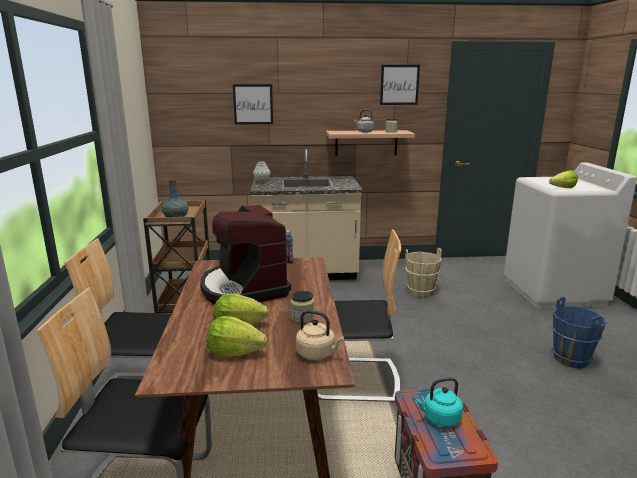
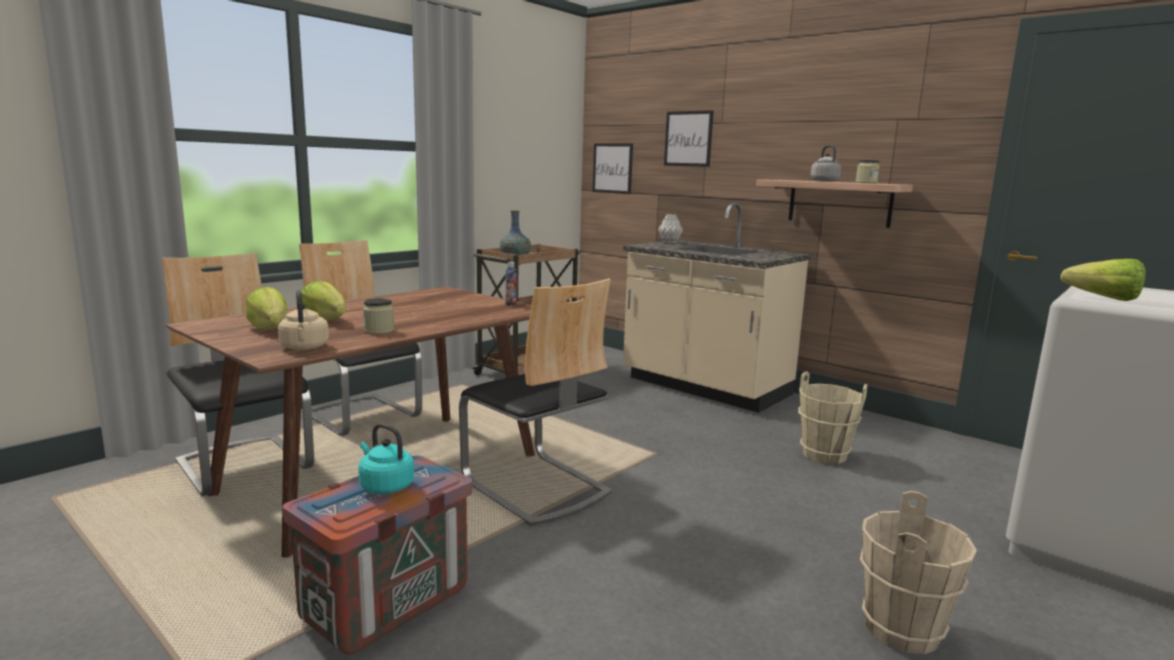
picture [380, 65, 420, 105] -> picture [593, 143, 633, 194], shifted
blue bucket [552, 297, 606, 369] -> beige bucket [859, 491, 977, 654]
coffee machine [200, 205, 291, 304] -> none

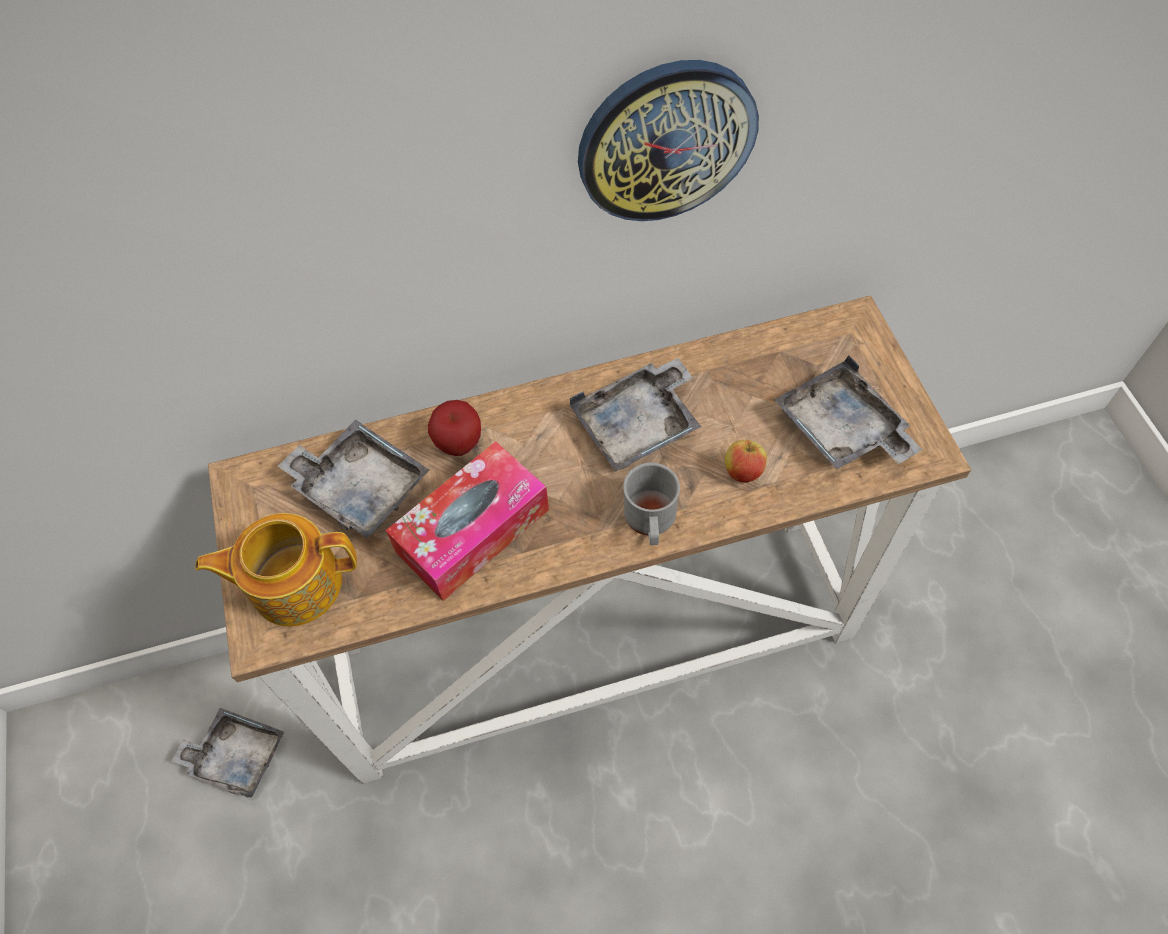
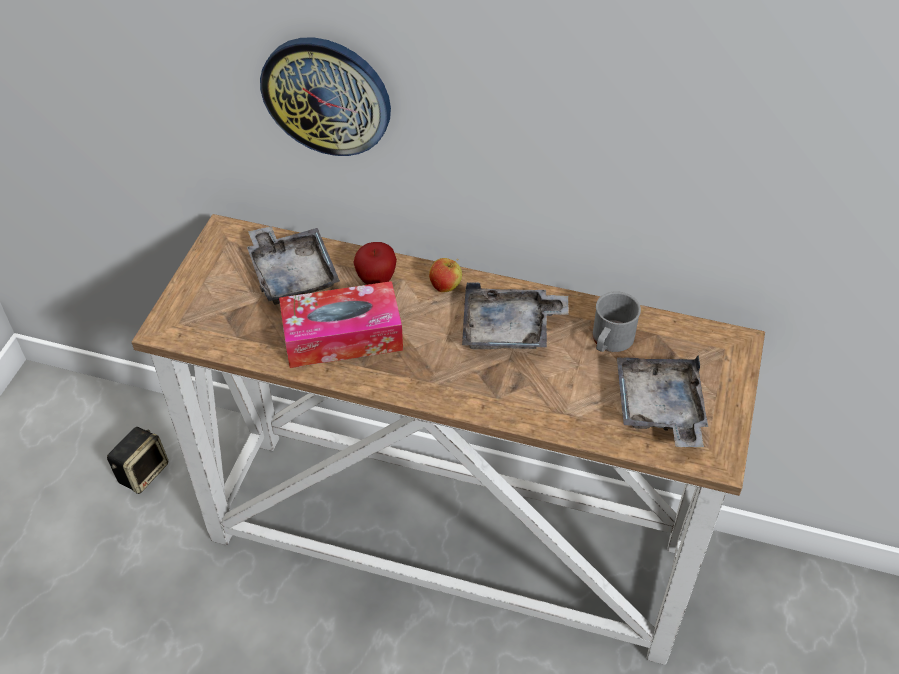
grey tray [171, 708, 284, 798] -> speaker [107, 427, 168, 494]
wall clock [578, 60, 759, 221] -> wall clock [260, 38, 391, 156], shifted
apple [725, 436, 767, 483] -> apple [429, 258, 462, 292], shifted
grey mug [623, 463, 680, 545] -> grey mug [593, 291, 641, 352], shifted
teapot [195, 513, 357, 626] -> none

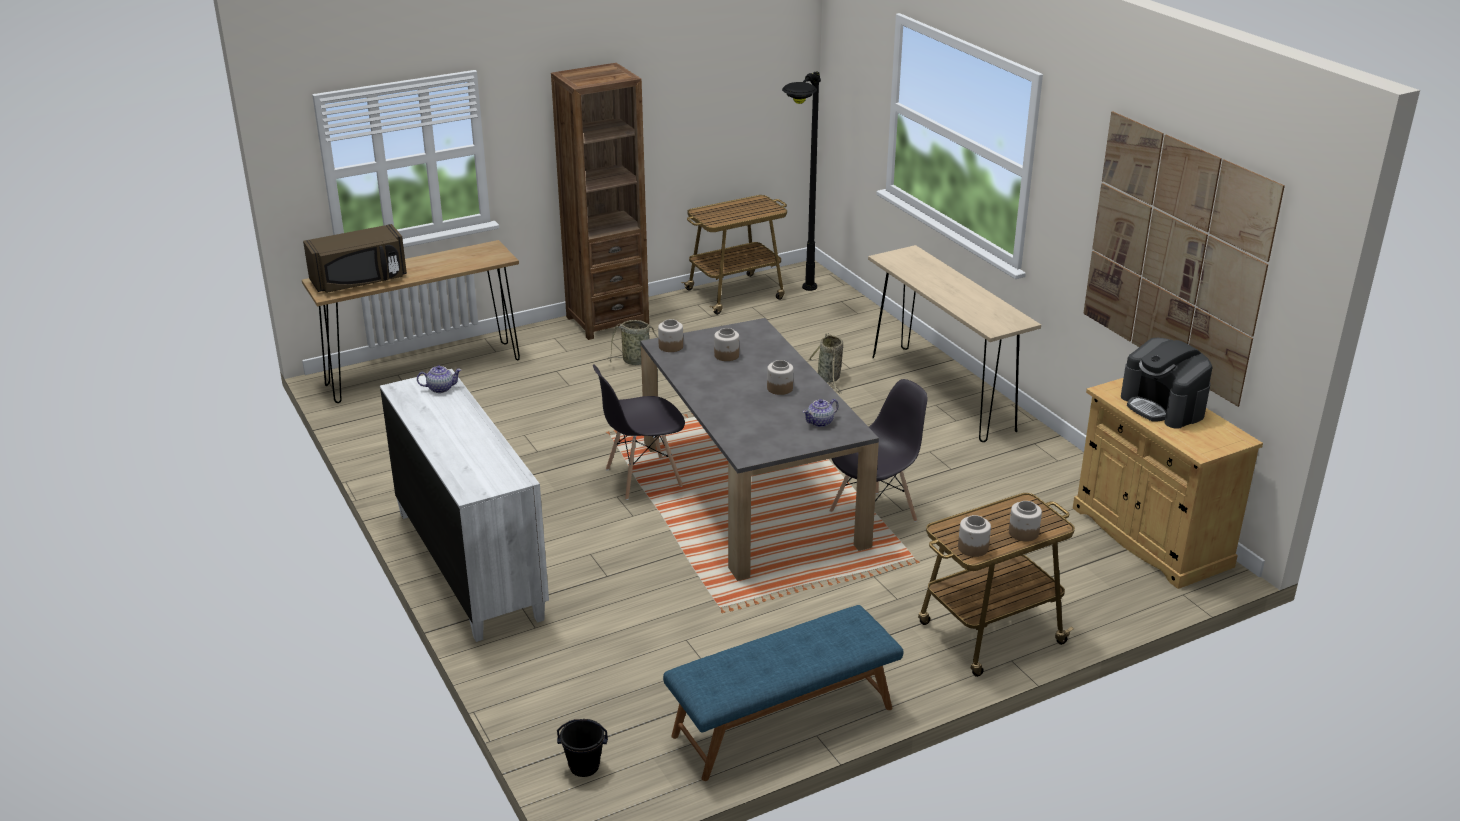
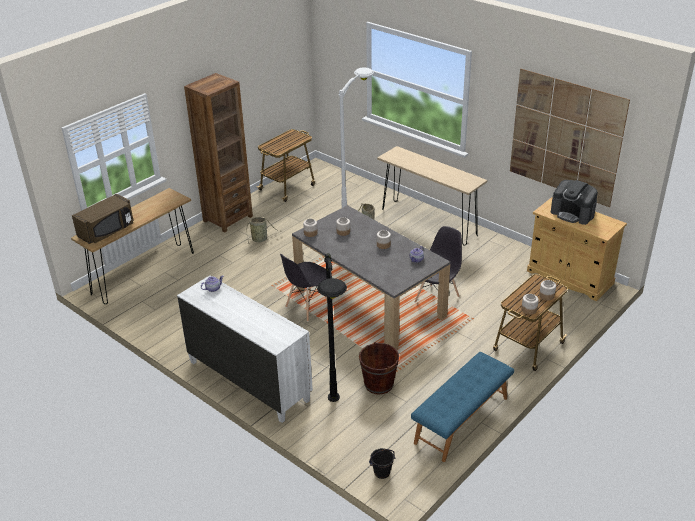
black floor lamp [782, 72, 821, 291] -> black floor lamp [317, 253, 347, 402], shifted
none -> white floor lamp [339, 68, 374, 208]
none -> brown bucket [359, 342, 399, 395]

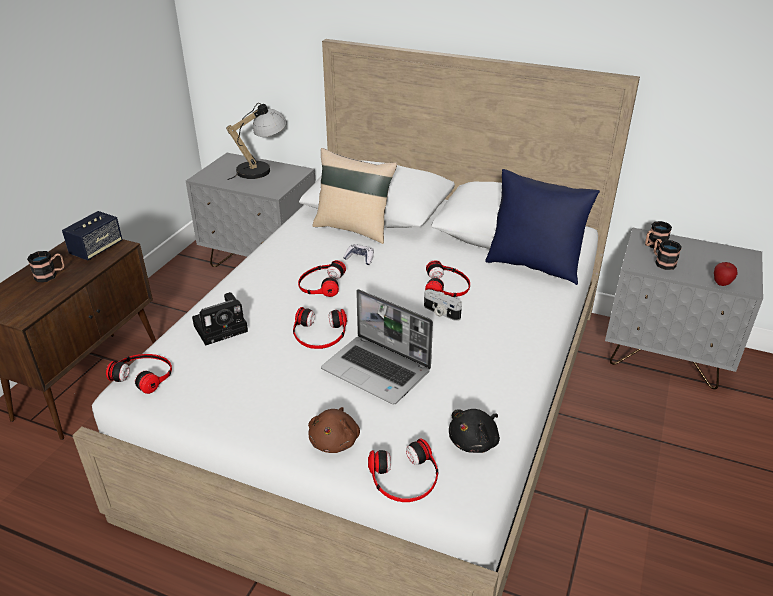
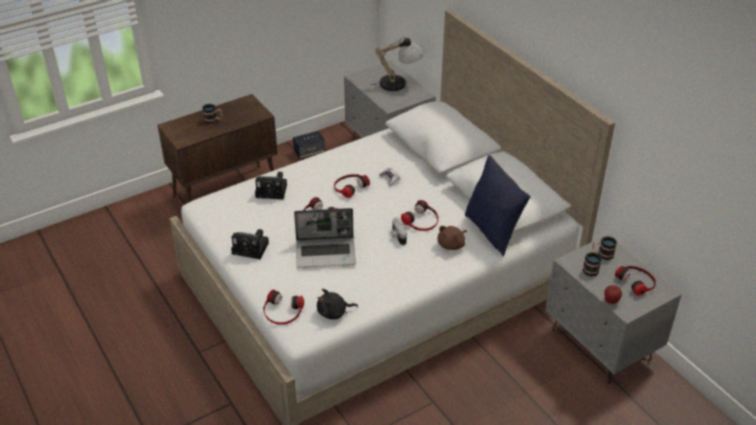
none -> photo camera [231, 229, 269, 259]
speaker [62, 211, 123, 260] -> speaker [293, 131, 325, 159], shifted
laptop [321, 289, 433, 404] -> laptop [294, 208, 356, 268], 75 degrees counterclockwise
brown plush toy [308, 407, 360, 453] -> brown plush toy [437, 226, 467, 250], shifted
headphones [106, 354, 172, 394] -> headphones [615, 266, 656, 296], shifted
beige pillow [312, 148, 397, 244] -> none

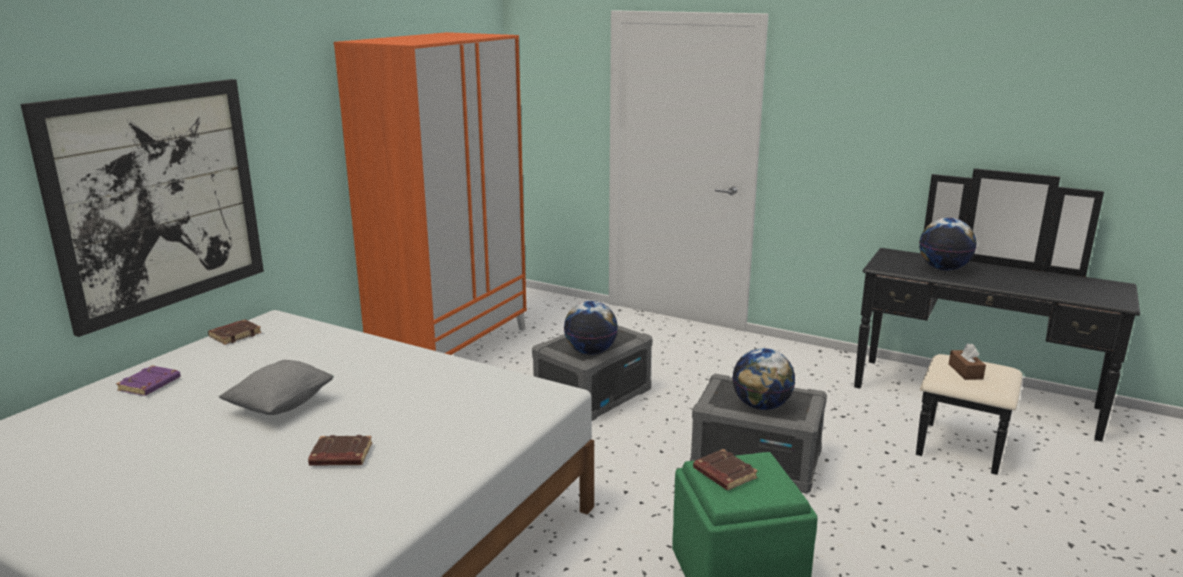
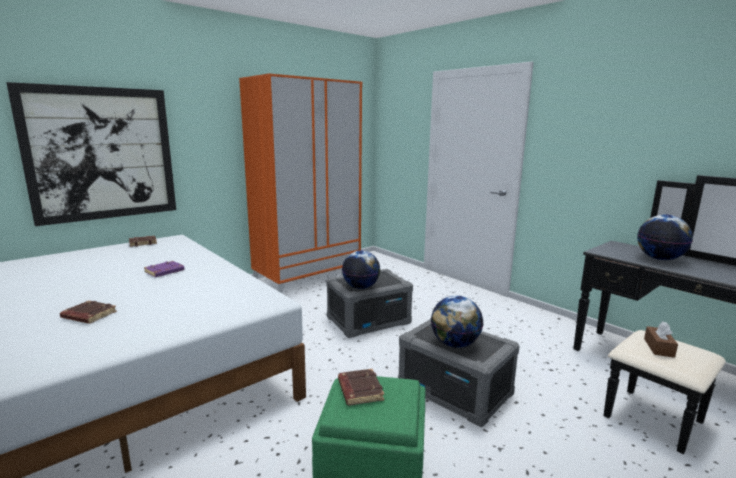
purple book [116, 365, 181, 396] -> purple book [144, 261, 185, 277], shifted
grey pillow [219, 360, 334, 415] -> none

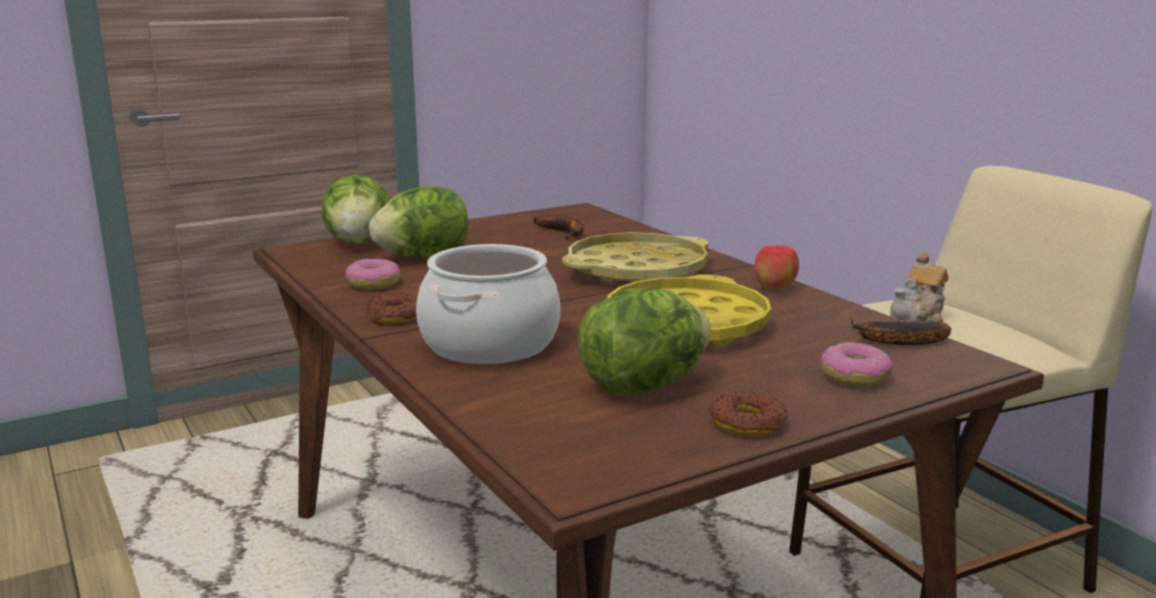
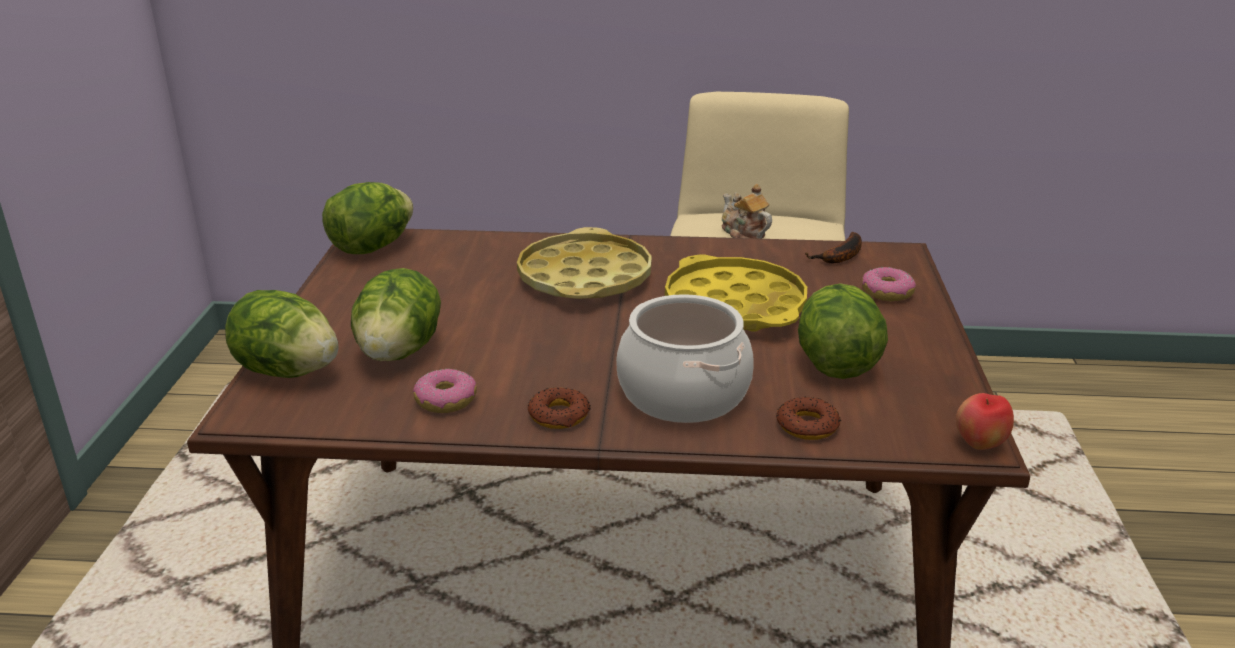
none -> lettuce [322, 182, 413, 254]
teapot [890, 252, 949, 322] -> teapot [722, 184, 772, 239], 150 degrees clockwise
donut [709, 392, 787, 437] -> donut [776, 397, 841, 440], shifted
apple [754, 245, 799, 291] -> apple [956, 393, 1014, 450], shifted
banana [533, 215, 584, 240] -> none

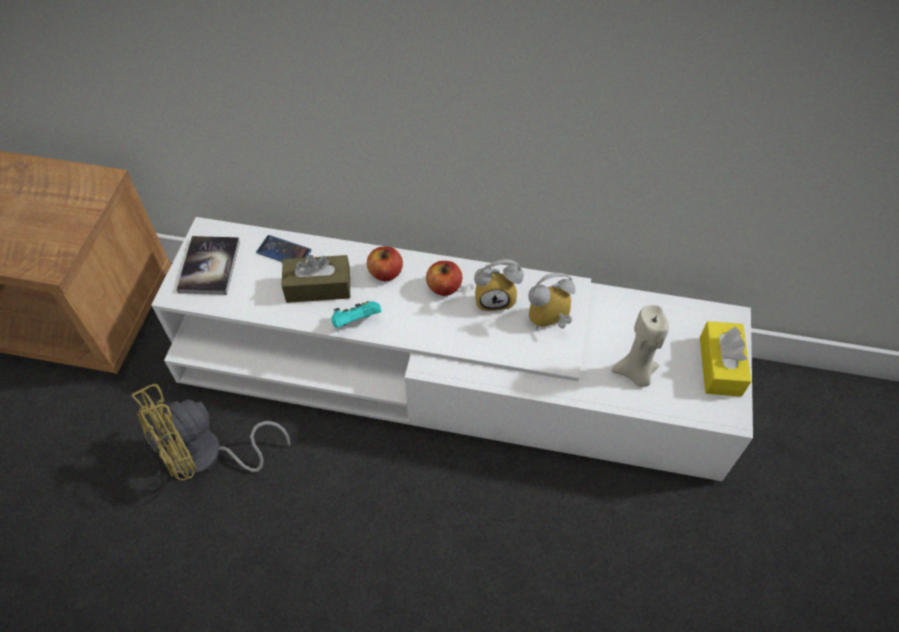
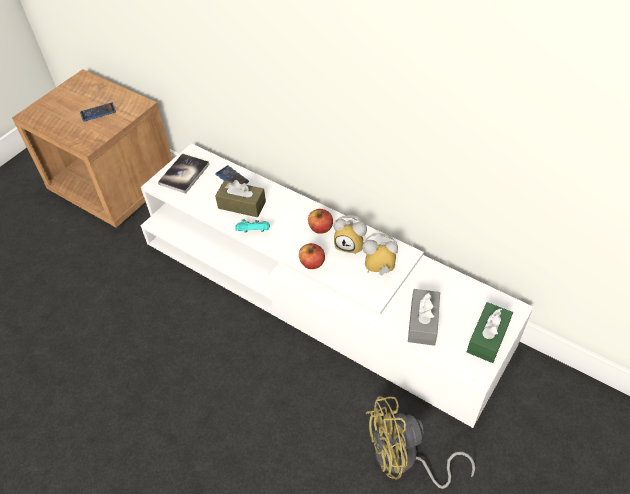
none -> phone [80, 102, 116, 121]
apple [367, 247, 403, 281] -> apple [299, 243, 325, 269], shifted
yellow fan [131, 384, 290, 480] -> yellow fan [366, 396, 475, 489], shifted
beige candle [611, 305, 669, 387] -> grey tissue box [408, 289, 440, 346]
yellow tissue box [700, 321, 751, 397] -> green tissue box [467, 302, 513, 363]

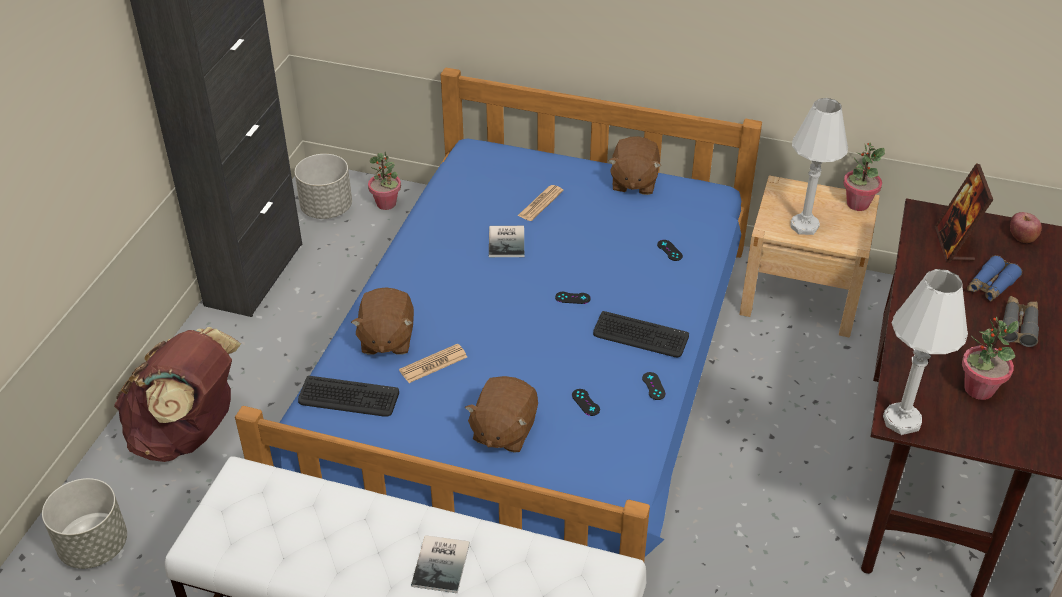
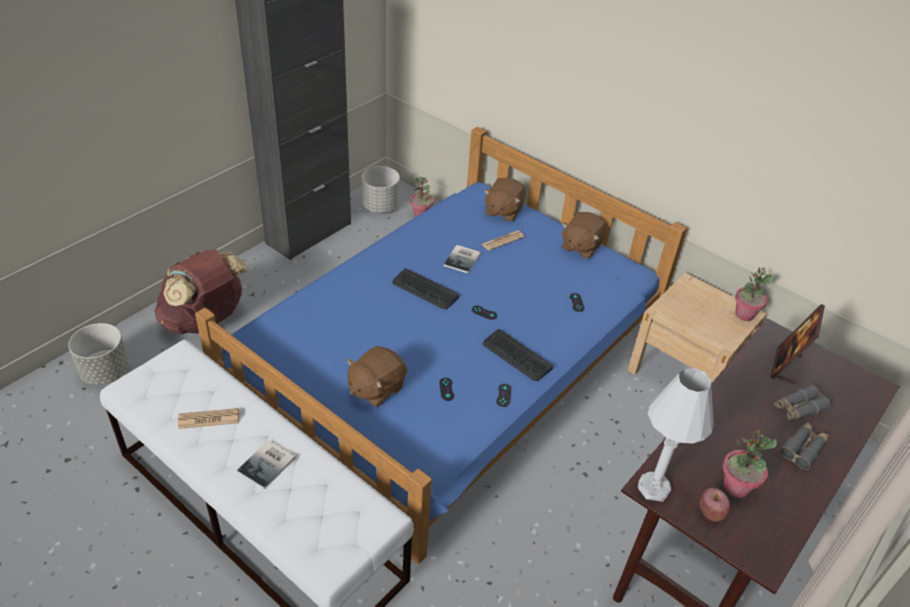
newspaper [399, 343, 467, 383] -> newspaper [178, 408, 239, 429], shifted
keyboard [298, 376, 399, 417] -> keyboard [392, 268, 459, 309], shifted
brown plush toy [351, 287, 414, 355] -> brown plush toy [484, 178, 526, 222], shifted
apple [1010, 212, 1042, 243] -> apple [699, 487, 731, 522], shifted
blue binoculars [967, 255, 1022, 302] -> grey binoculars [774, 385, 831, 421]
white table lamp [790, 98, 848, 235] -> none

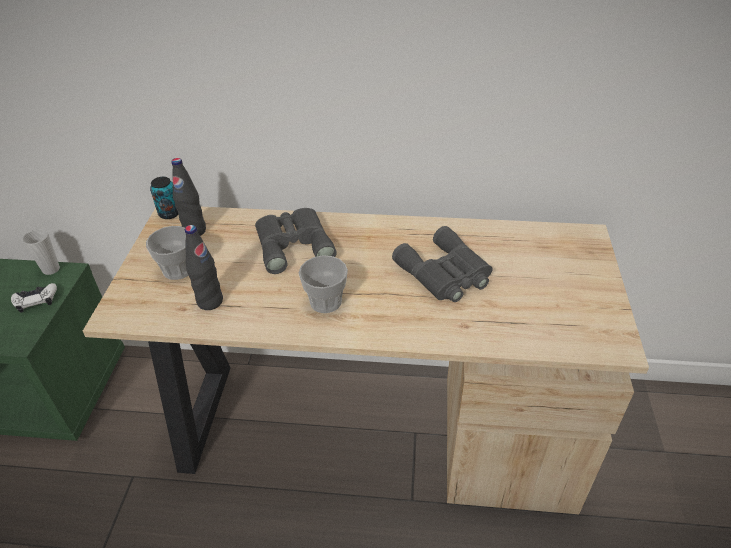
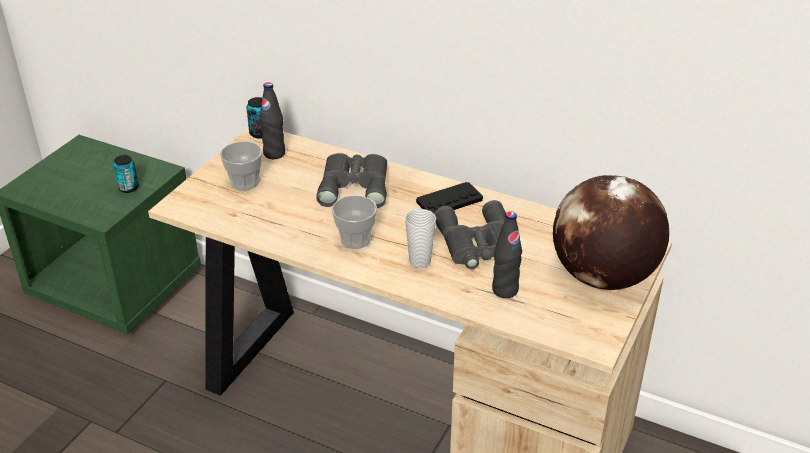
white game controller [11, 283, 57, 313] -> can [113, 155, 139, 193]
cup [22, 229, 60, 275] -> cup [405, 209, 436, 268], shifted
none -> black game controller [416, 182, 483, 213]
black bottle [185, 225, 223, 310] -> black bottle [492, 211, 522, 298], shifted
none -> globe [553, 175, 669, 290]

